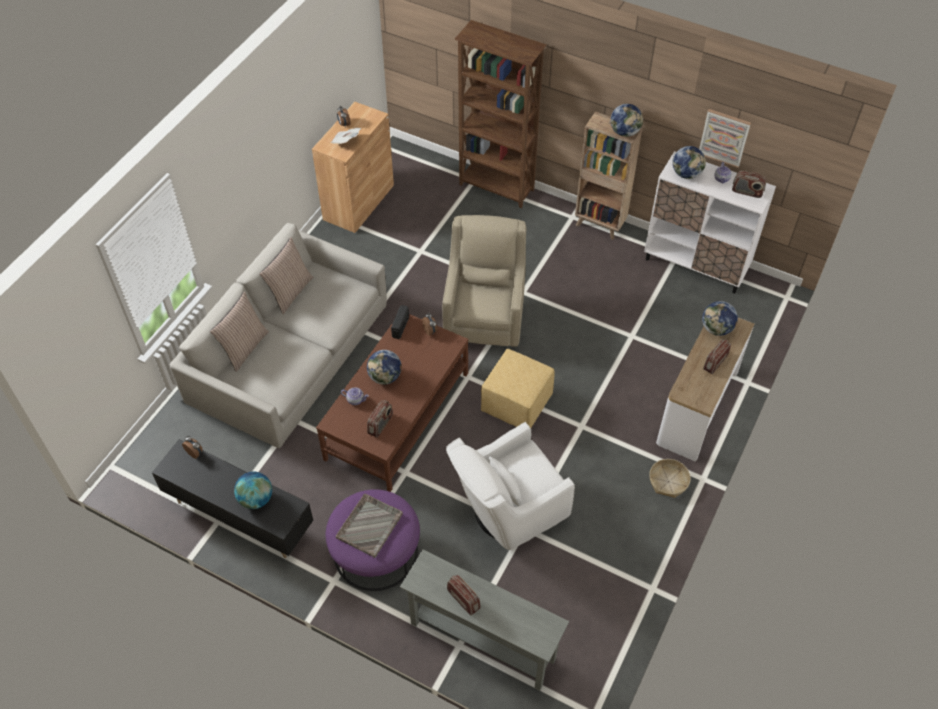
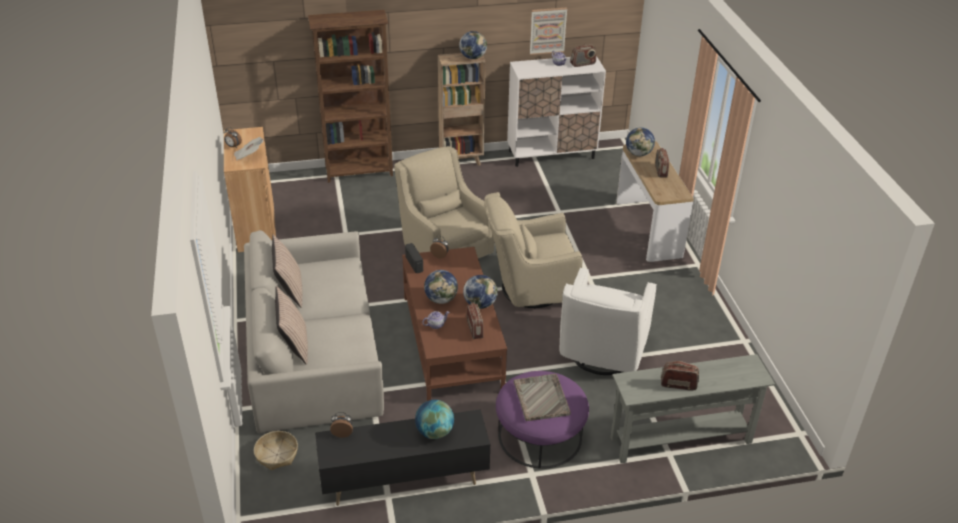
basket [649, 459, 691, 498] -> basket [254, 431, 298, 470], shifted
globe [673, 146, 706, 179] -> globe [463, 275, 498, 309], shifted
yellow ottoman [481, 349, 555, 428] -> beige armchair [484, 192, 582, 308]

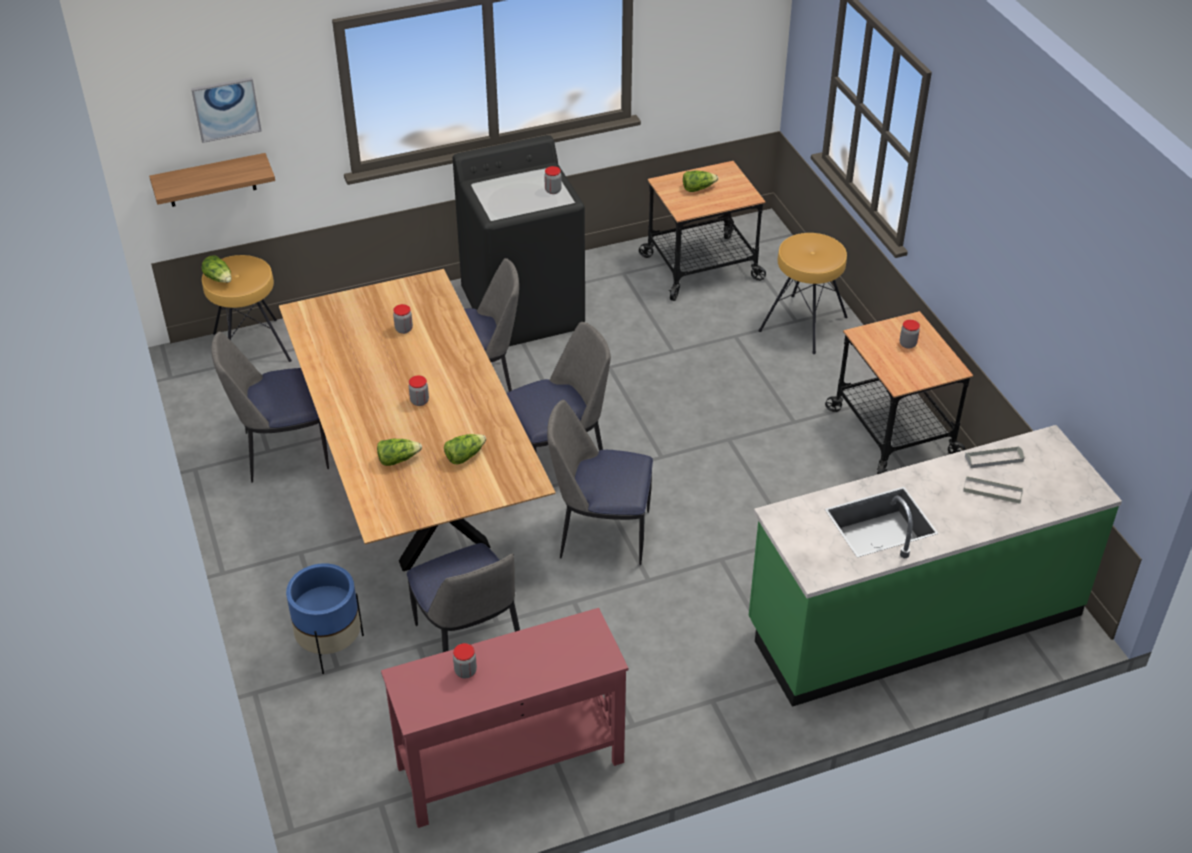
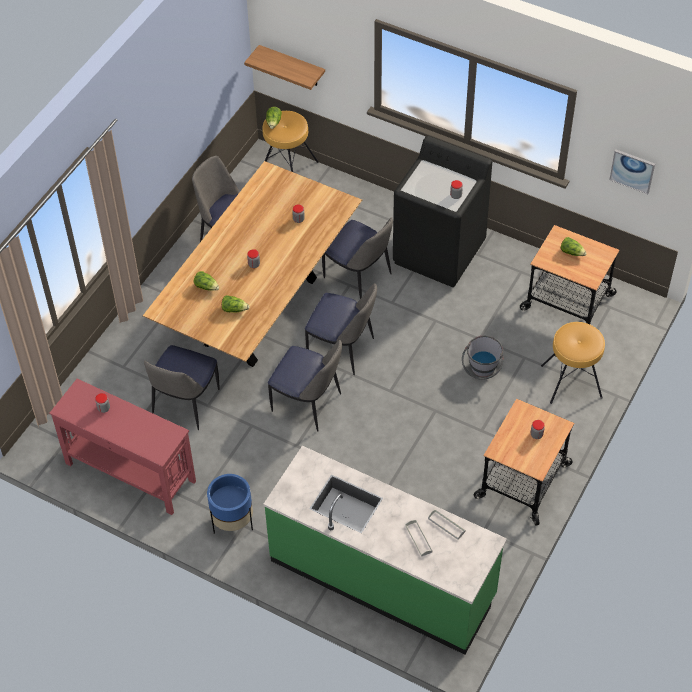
blue planter [286, 563, 364, 674] -> blue planter [207, 474, 253, 534], shifted
chair [547, 400, 653, 565] -> chair [268, 340, 342, 432], 150 degrees clockwise
none -> grey bucket [462, 335, 504, 380]
picture [191, 77, 262, 143] -> picture [609, 150, 655, 194], shifted

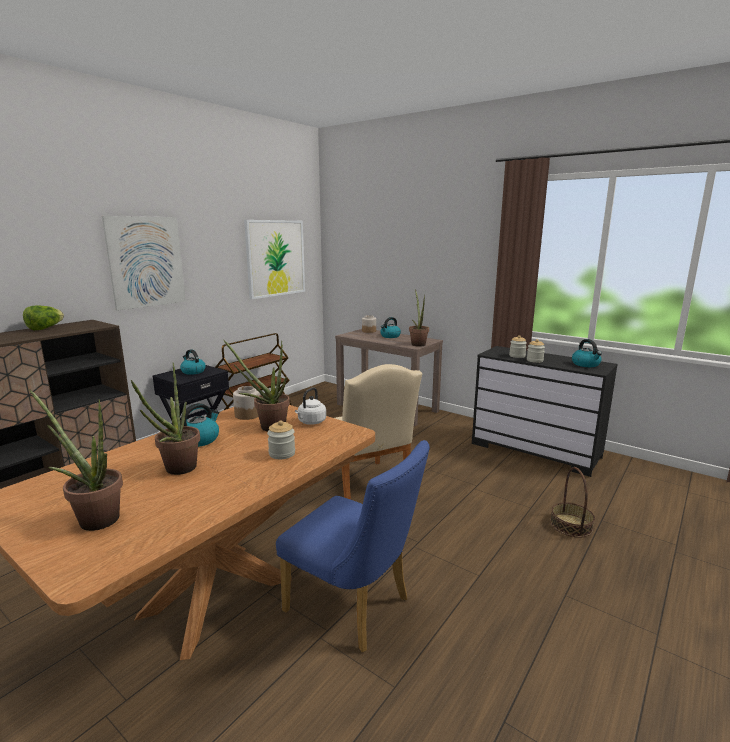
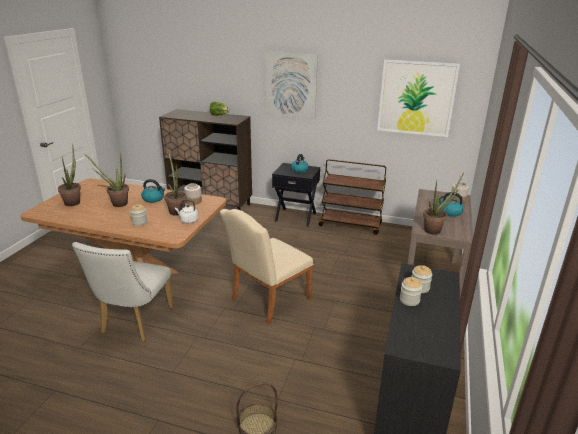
blue chair [276, 440, 430, 653] -> white chair [72, 242, 174, 341]
kettle [572, 339, 602, 367] -> none

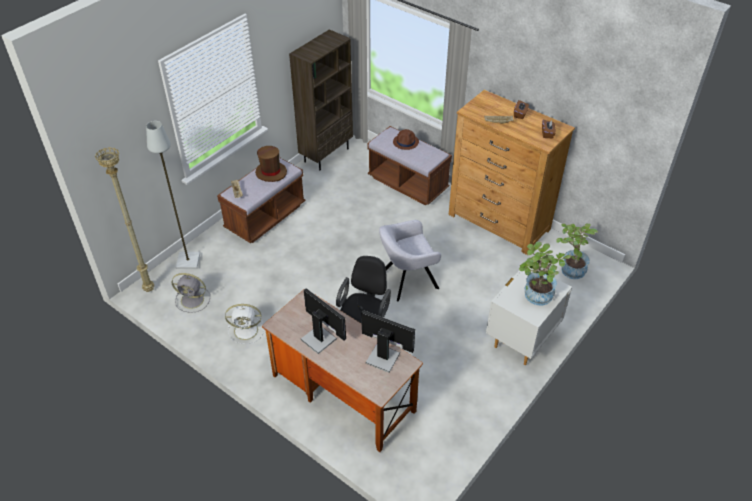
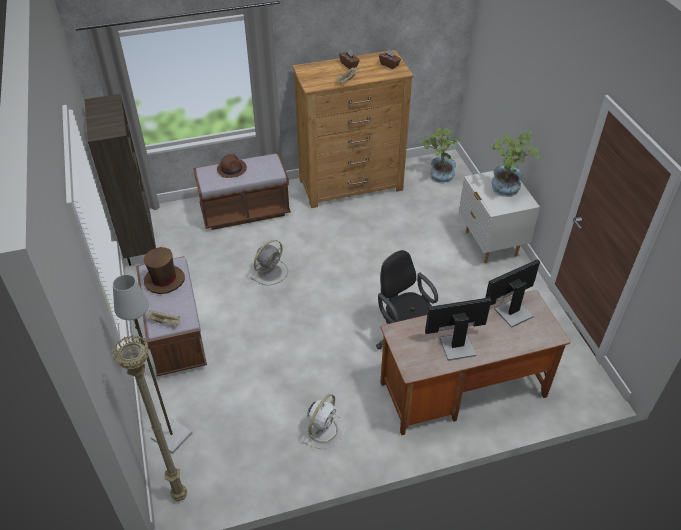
grey fan [172, 273, 210, 313] -> grey fan [251, 240, 288, 285], shifted
grey armchair [379, 220, 441, 301] -> none

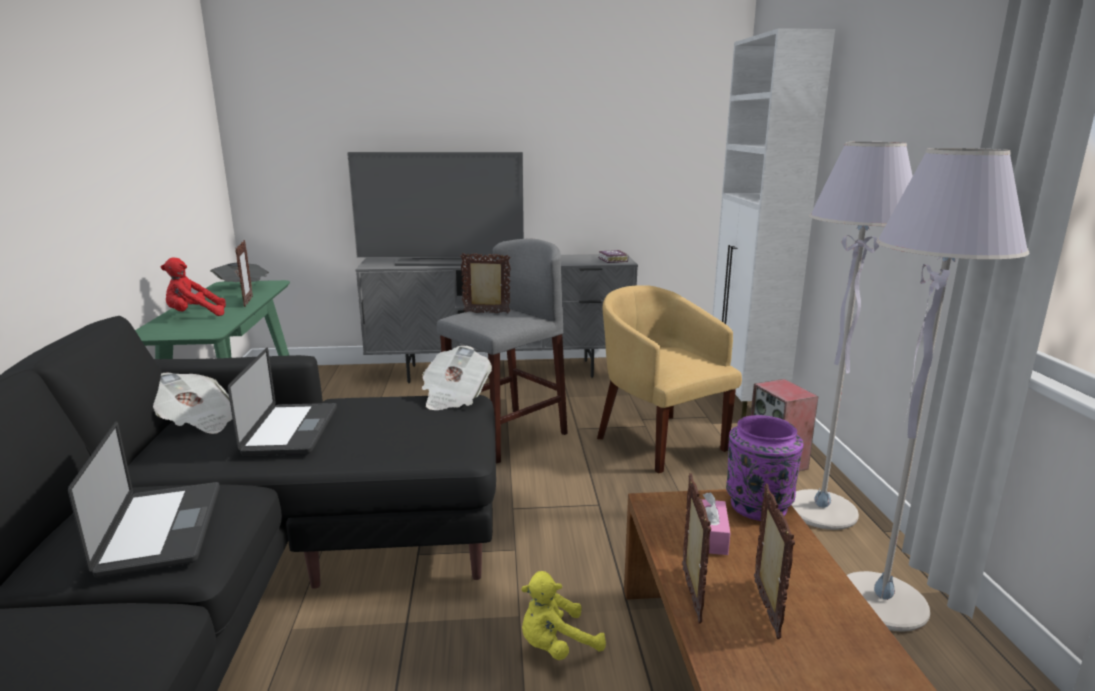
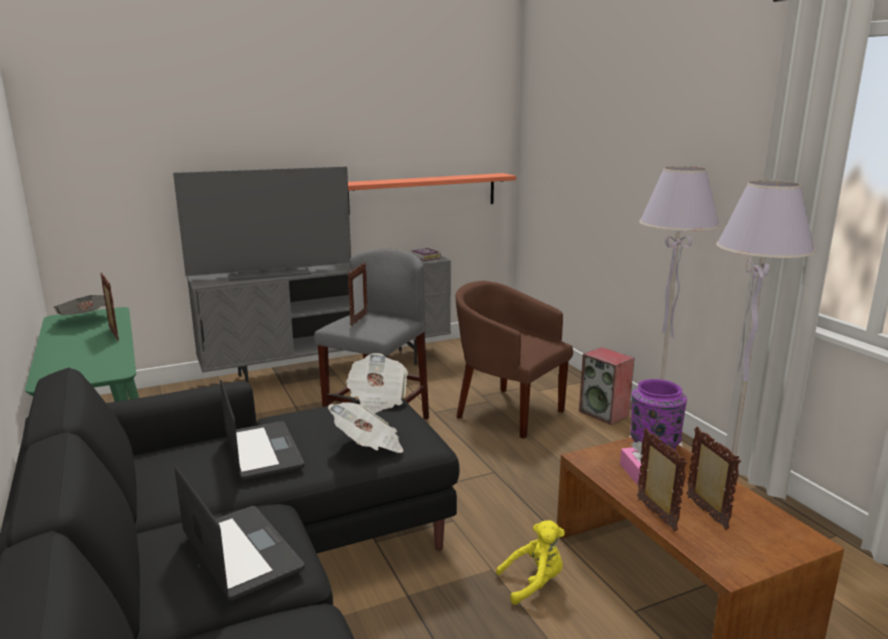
newspaper [153, 372, 233, 434] -> newspaper [328, 402, 404, 453], shifted
none -> shelf [348, 173, 516, 215]
picture frame [461, 253, 511, 313] -> picture frame [348, 262, 368, 326], 120 degrees clockwise
yellow armchair [597, 285, 742, 473] -> brown armchair [455, 281, 573, 439]
yellow plush toy [521, 571, 606, 660] -> yellow plush toy [496, 520, 565, 605], 150 degrees counterclockwise
red plush toy [161, 257, 226, 316] -> none
white cabinet [712, 28, 835, 418] -> none

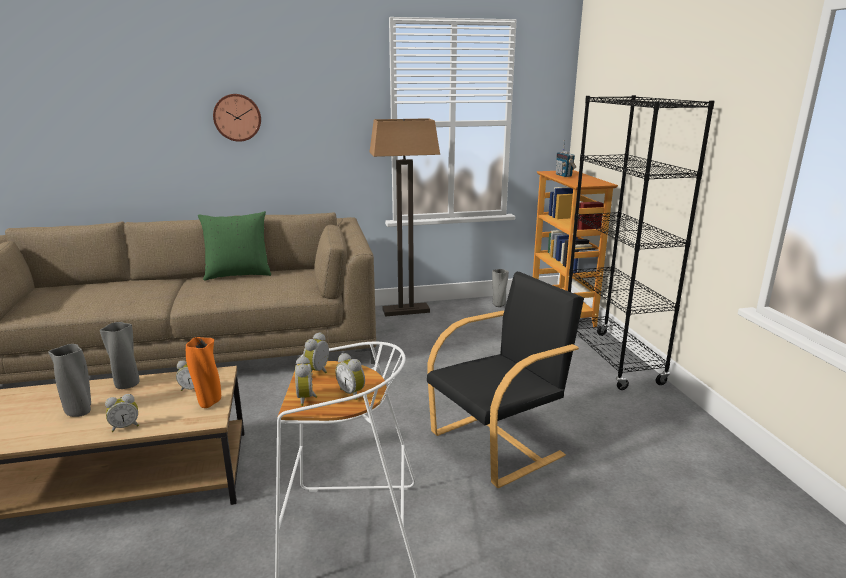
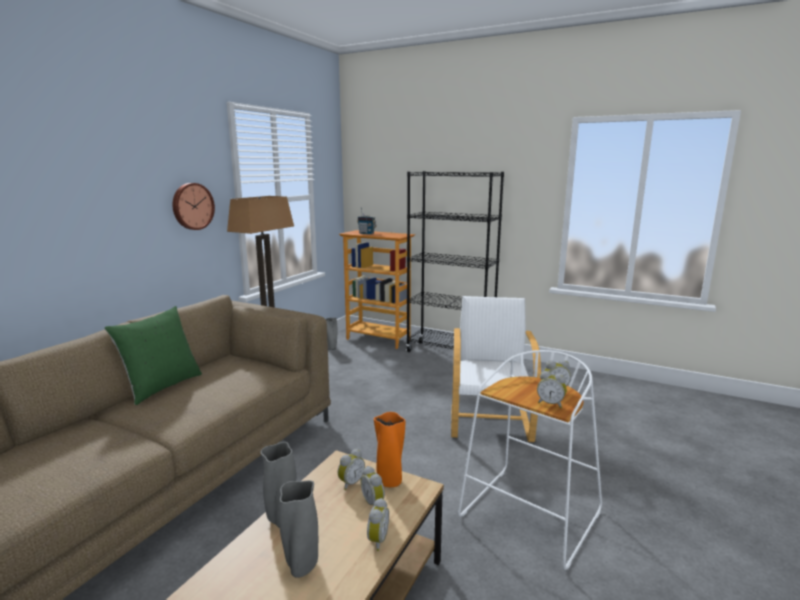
wall clock [213, 94, 261, 142] -> wall clock [173, 183, 215, 230], shifted
alarm clock [303, 332, 329, 373] -> alarm clock [361, 466, 385, 506], shifted
black armchair [427, 272, 584, 488] -> white armchair [451, 296, 541, 442]

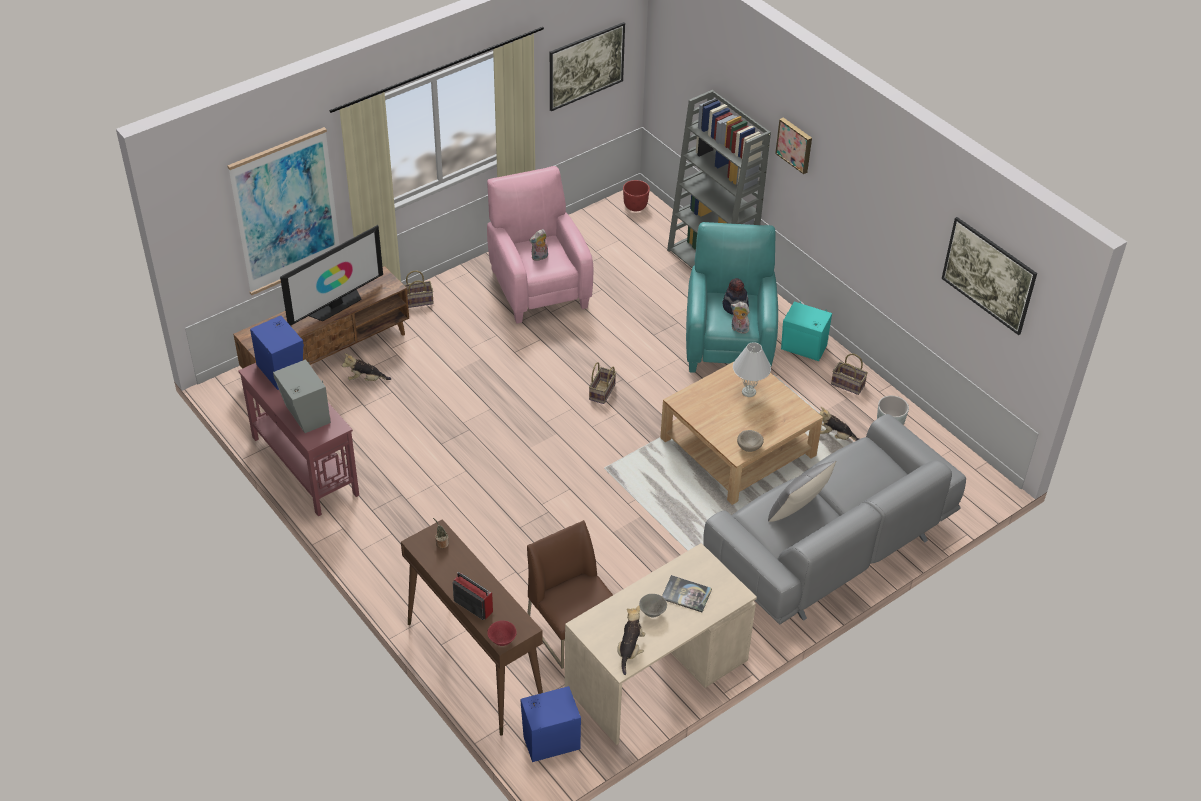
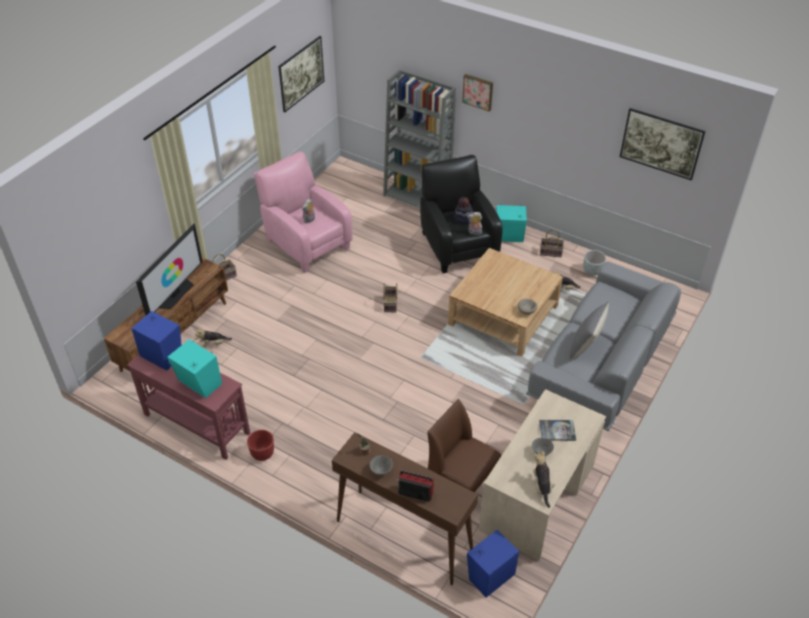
grey speaker [273, 359, 331, 433] -> turquoise speaker [167, 339, 222, 398]
red planter [623, 180, 650, 211] -> red planter [247, 430, 274, 461], shifted
none -> grey bowl [370, 455, 393, 476]
turquoise armchair [686, 222, 778, 373] -> black armchair [420, 155, 503, 273]
picture [227, 127, 340, 295] -> none
red bowl [487, 620, 516, 646] -> none
white table lamp [733, 342, 771, 397] -> none

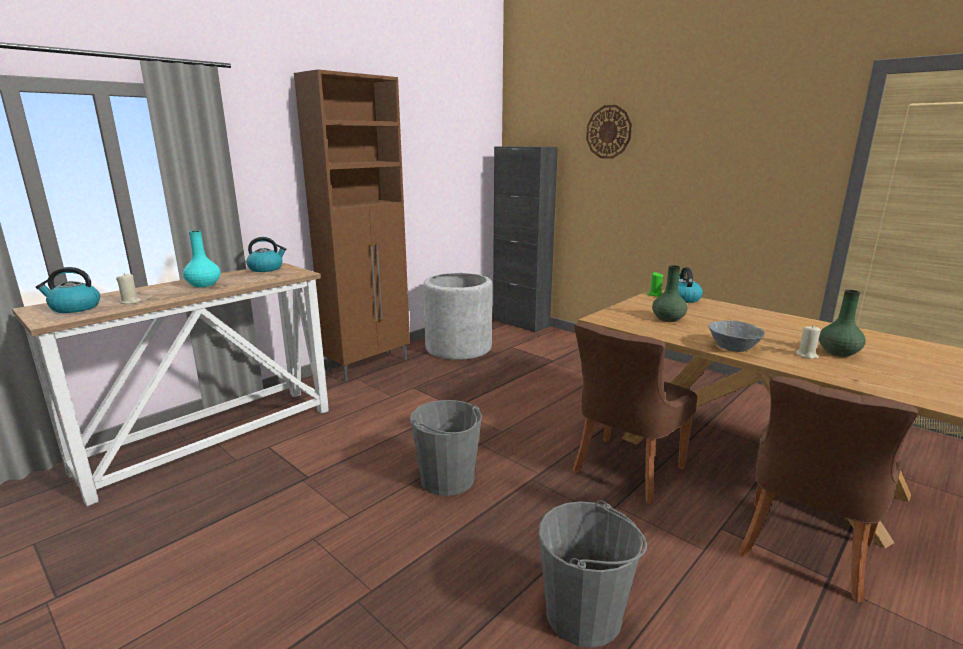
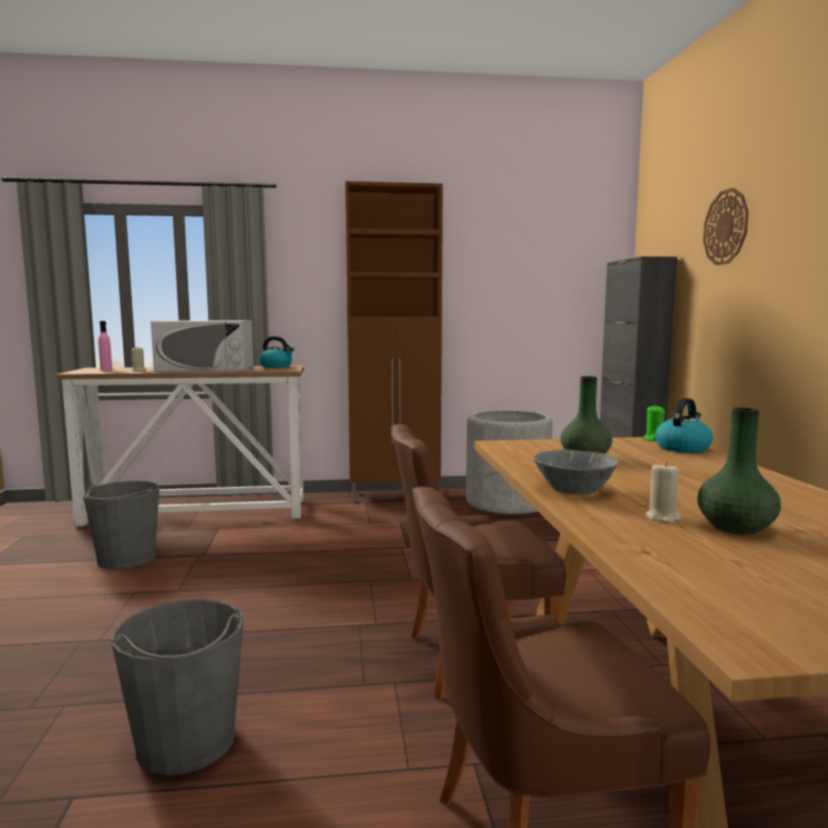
grey bucket [410, 400, 482, 496] -> grey bucket [83, 481, 160, 569], shifted
kettle [36, 267, 100, 313] -> pink bottle [98, 321, 112, 371]
turquoise vase [183, 230, 220, 287] -> white microwave [151, 320, 254, 372]

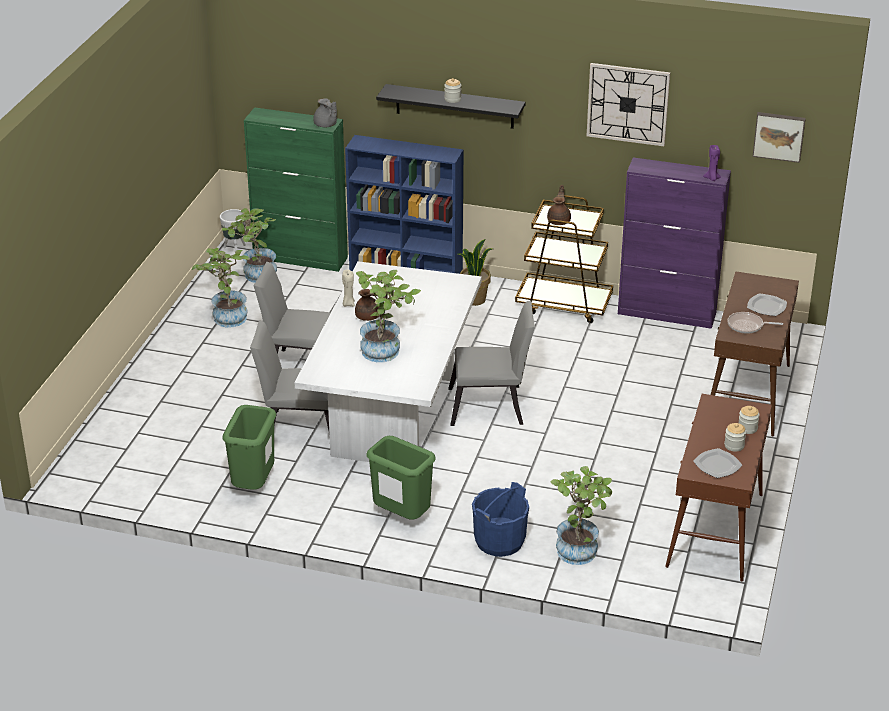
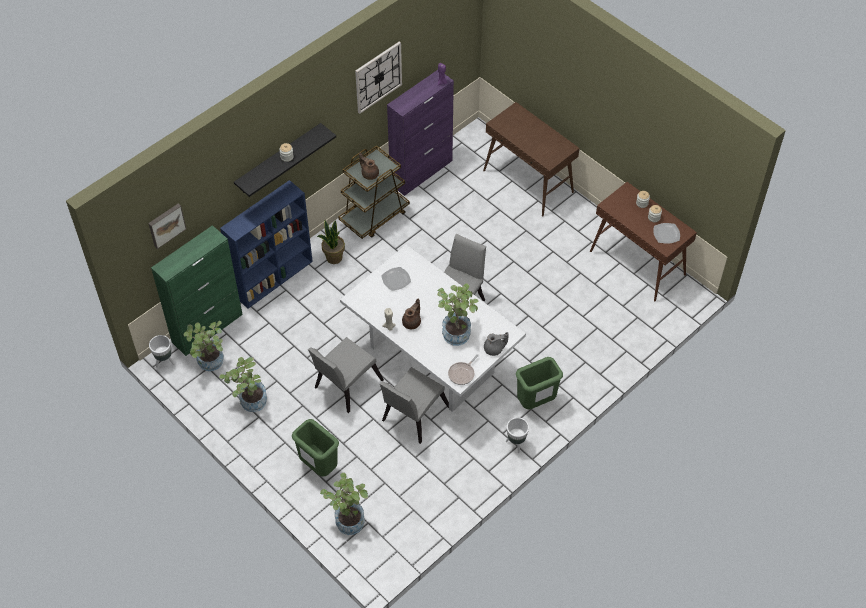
picture [752, 112, 806, 163] -> picture [148, 203, 186, 249], shifted
green trash can [222, 405, 276, 490] -> green trash can [292, 419, 339, 477], shifted
potted plant [550, 466, 612, 565] -> potted plant [320, 473, 368, 535], shifted
plate [747, 294, 787, 316] -> plate [381, 267, 411, 291], shifted
frying pan [727, 312, 783, 334] -> frying pan [448, 354, 479, 385], shifted
grey teapot [313, 98, 337, 127] -> grey teapot [484, 332, 509, 356], shifted
none -> white planter [506, 417, 529, 453]
blue bucket [472, 482, 529, 557] -> none

